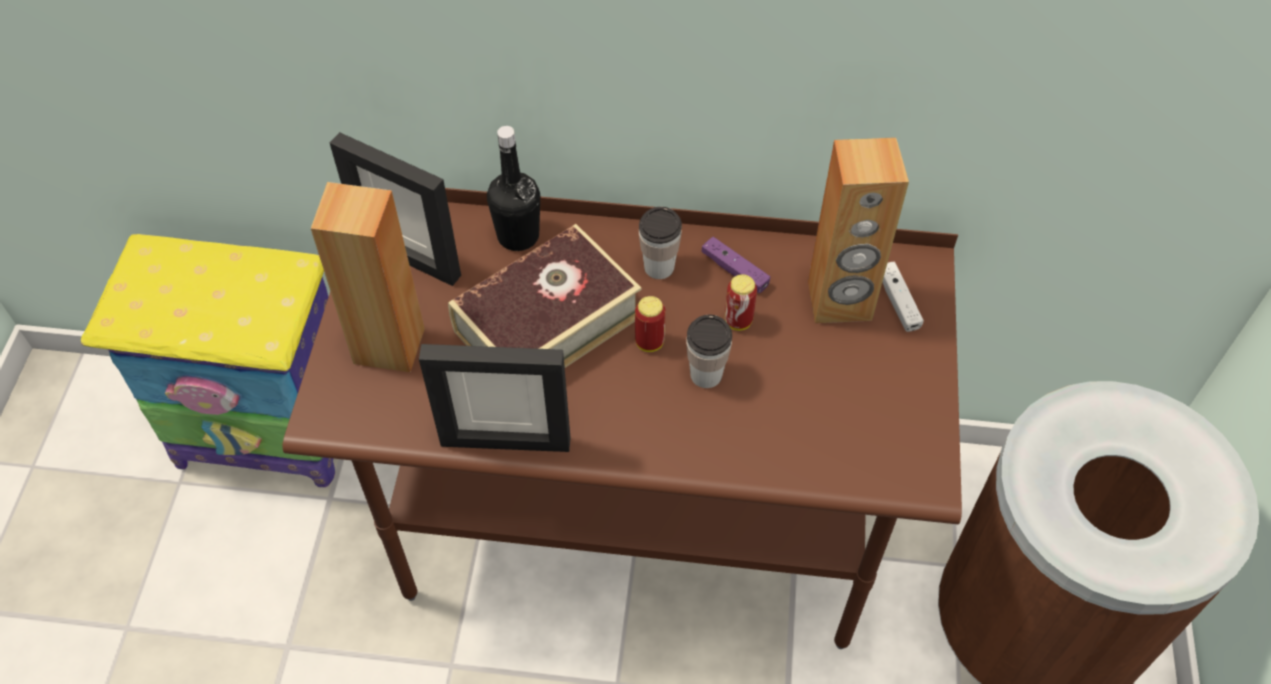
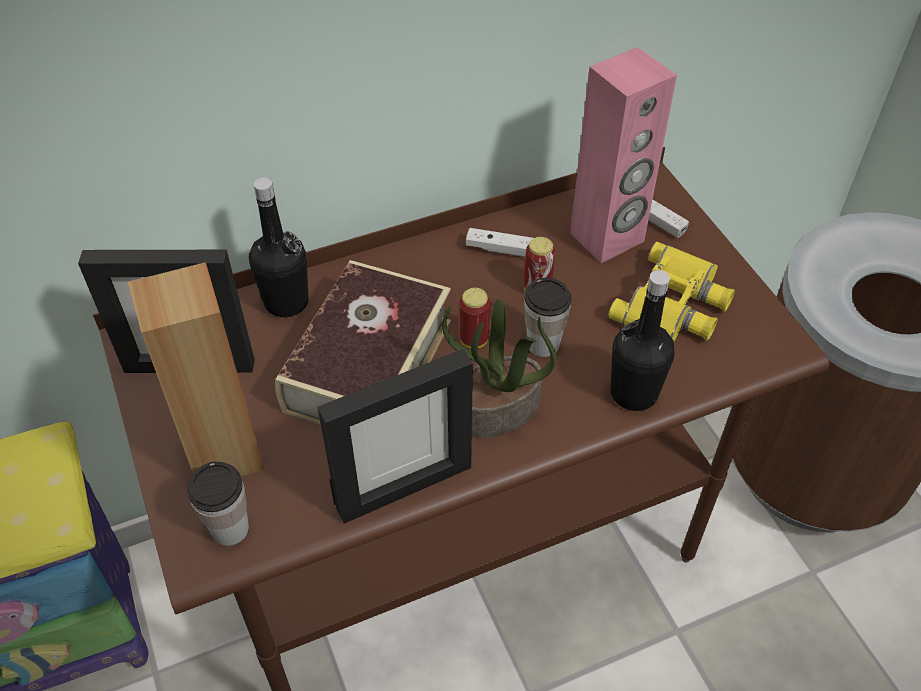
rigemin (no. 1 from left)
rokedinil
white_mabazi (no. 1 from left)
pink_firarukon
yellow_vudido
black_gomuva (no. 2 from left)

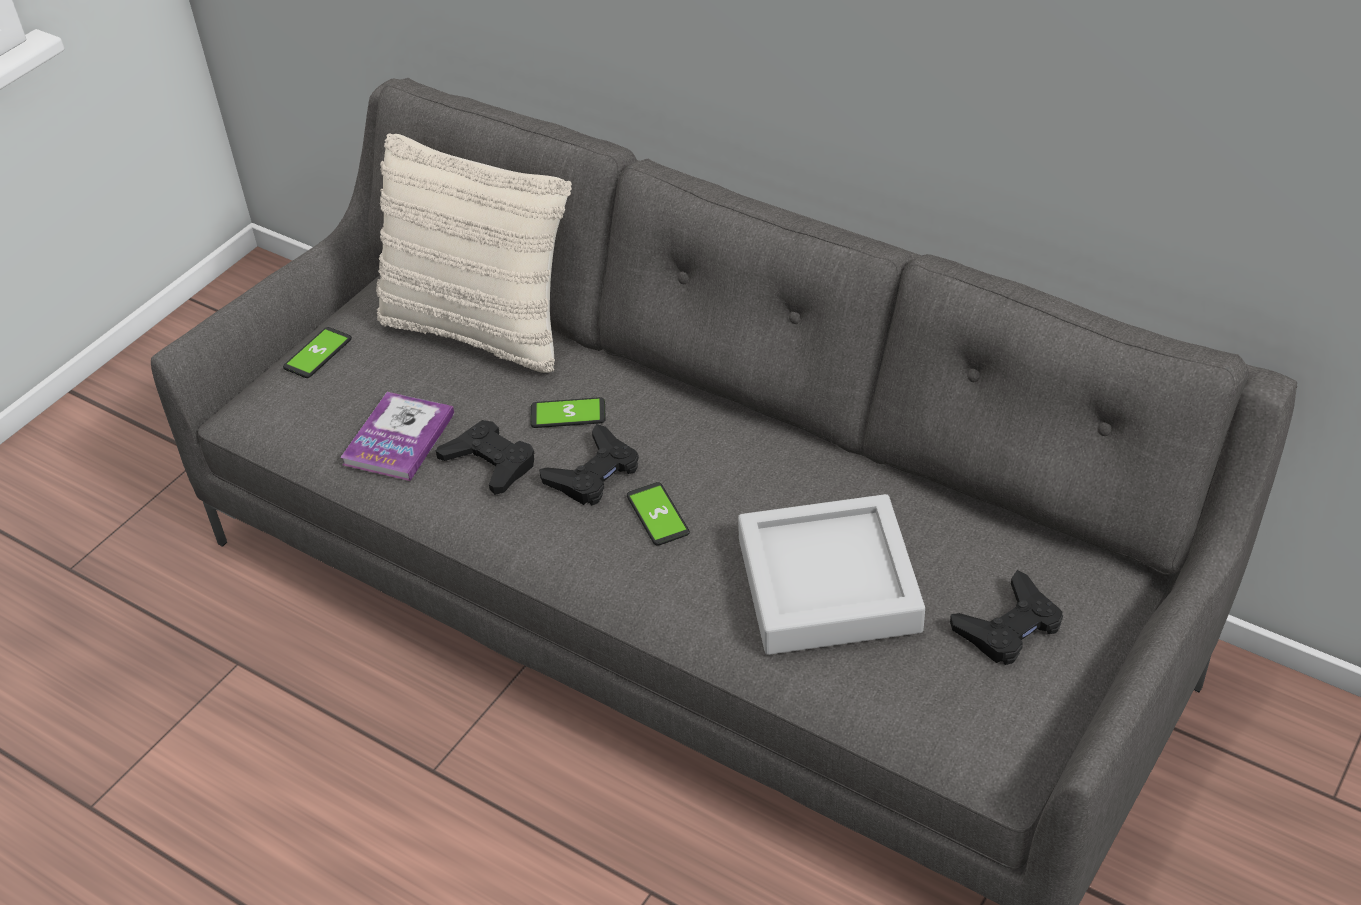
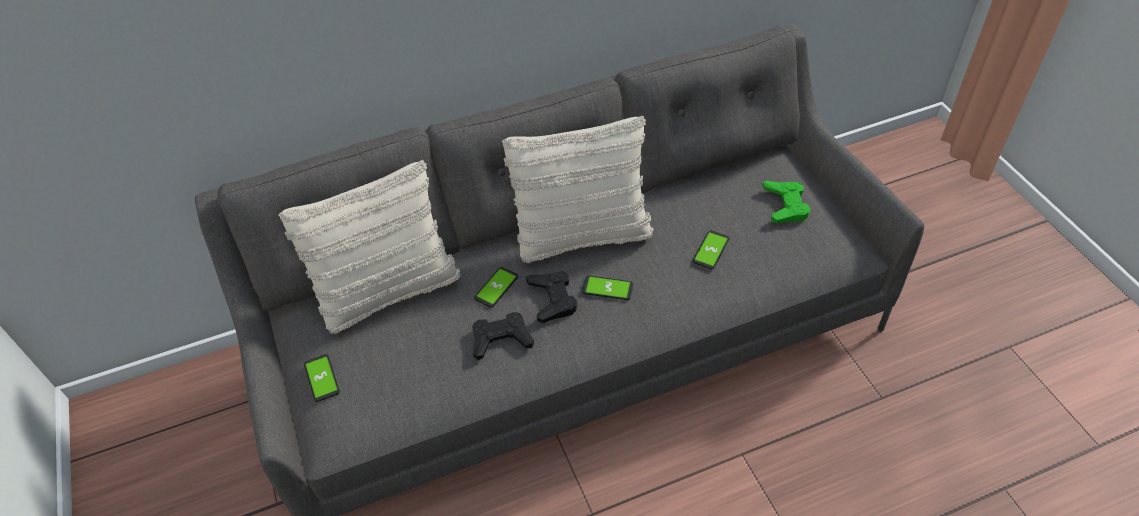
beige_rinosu (no. 2 from left)
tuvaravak (no. 4 from left)
green_mabazi
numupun

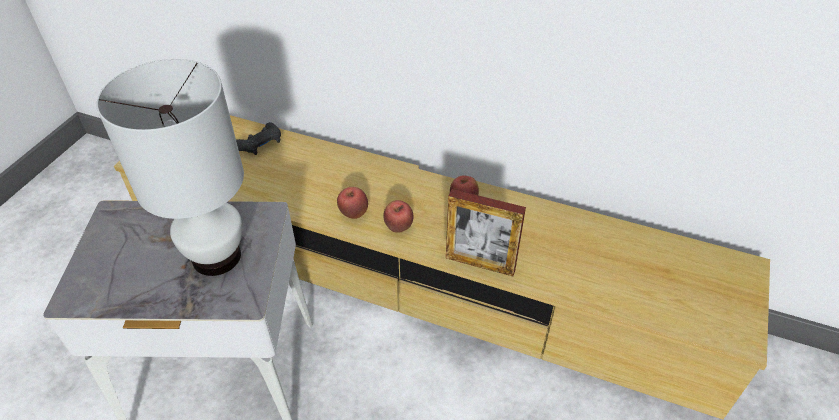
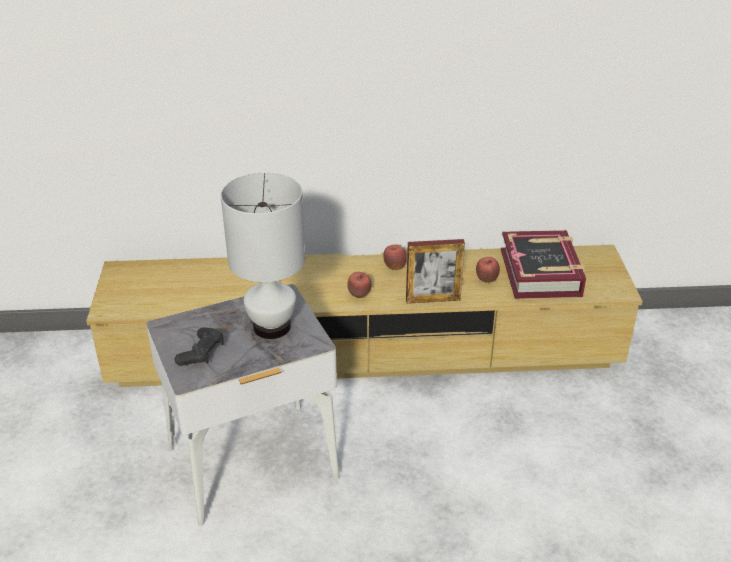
black_mabazi
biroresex (no. 3 from left)
numupun

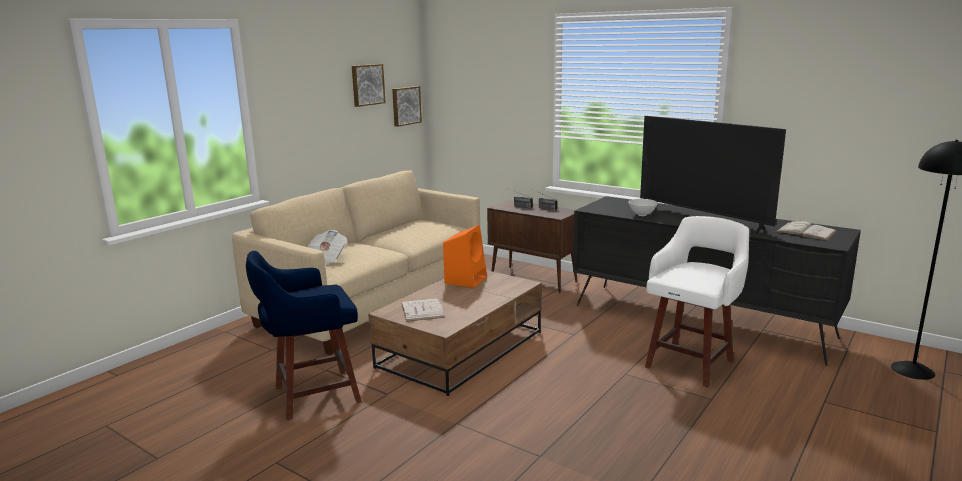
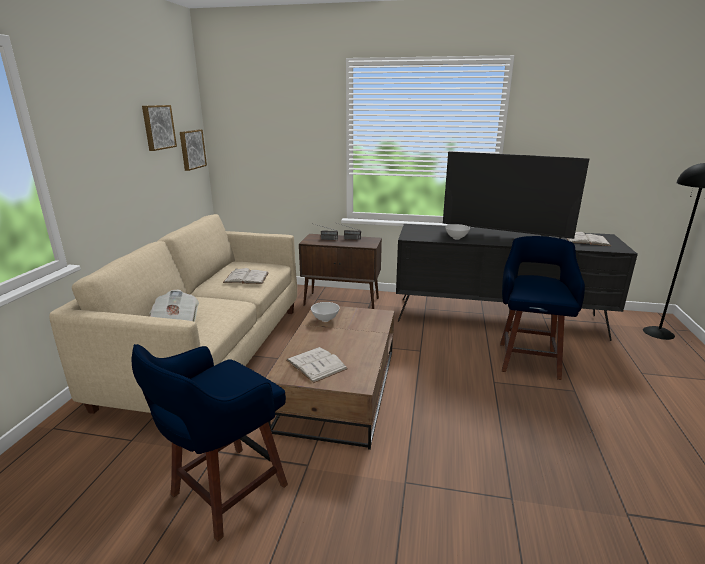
white_numupun (no. 1 from left)
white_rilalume (no. 1 from left)
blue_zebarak (no. 2 from left)

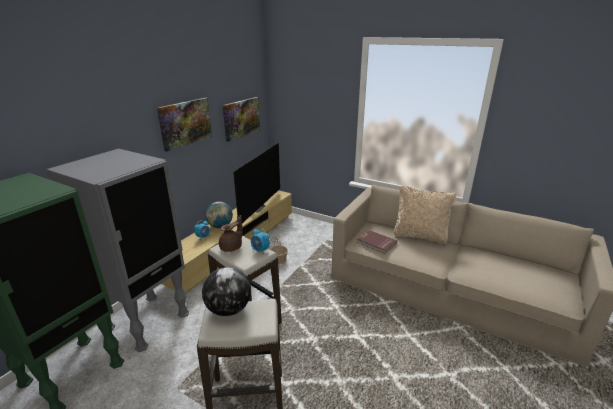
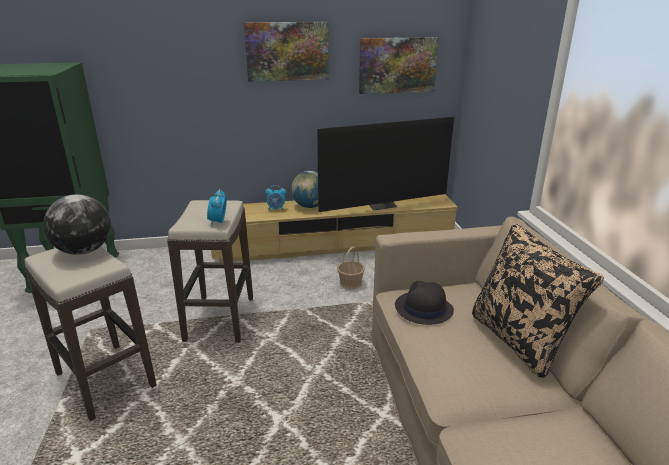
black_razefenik
black_rinosu
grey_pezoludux
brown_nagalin

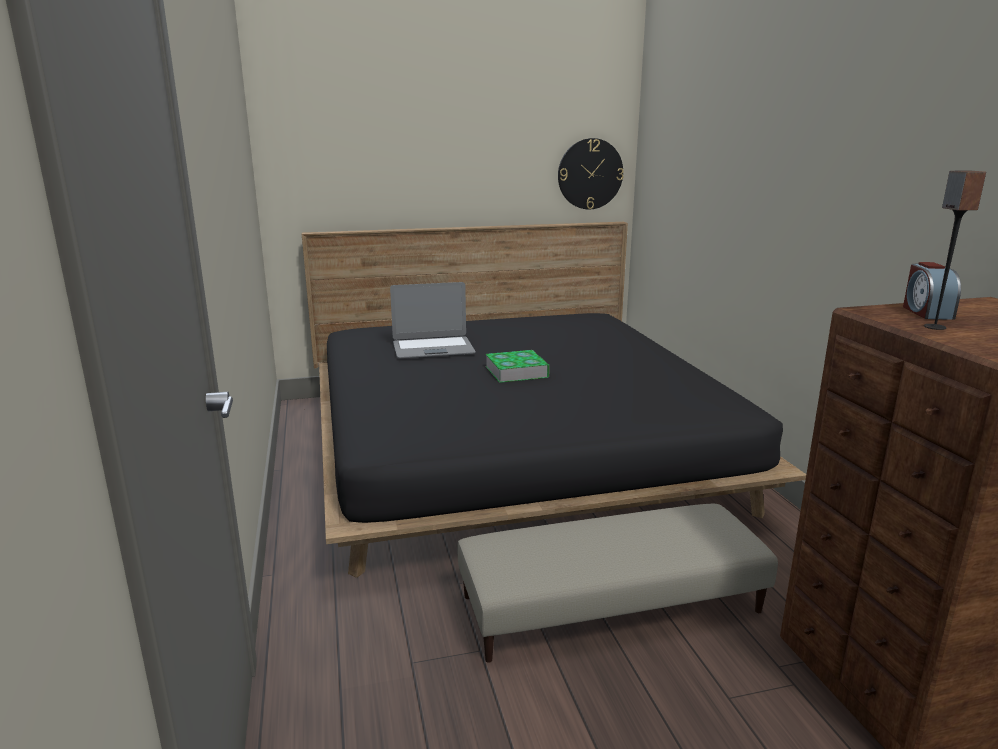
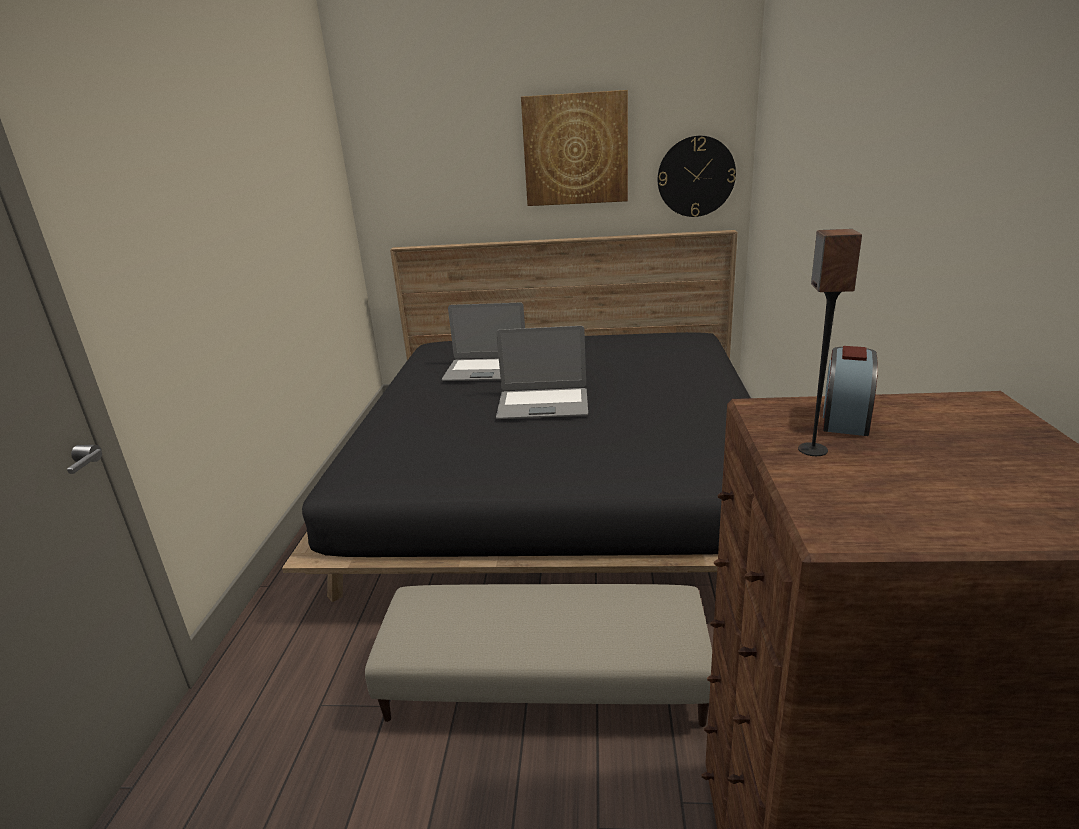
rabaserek (no. 2 from left)
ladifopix

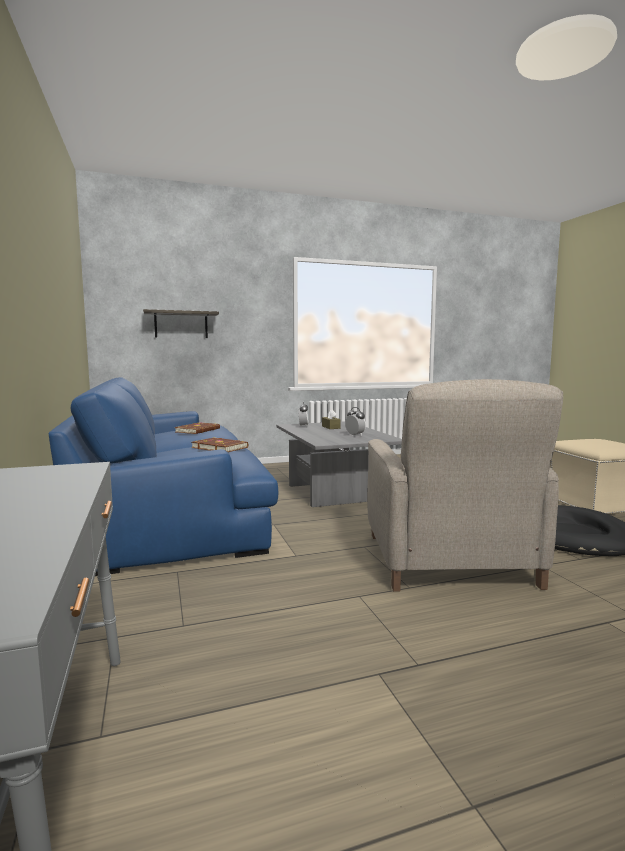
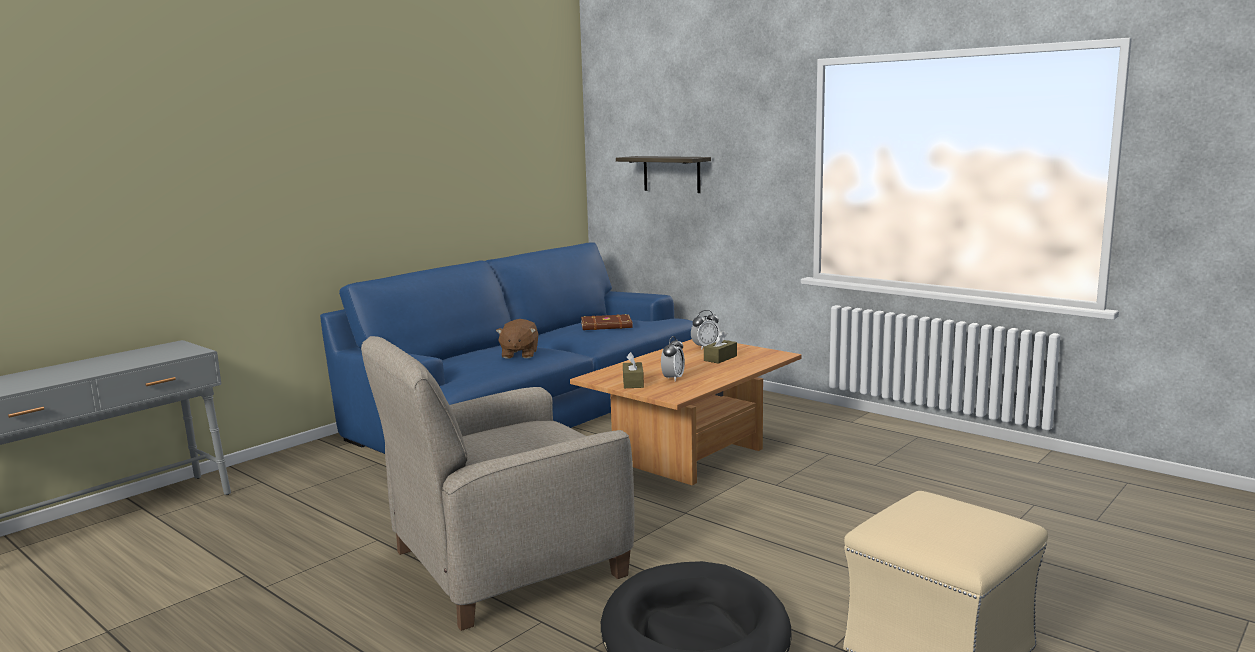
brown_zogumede
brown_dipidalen
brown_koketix (no. 1 from left)

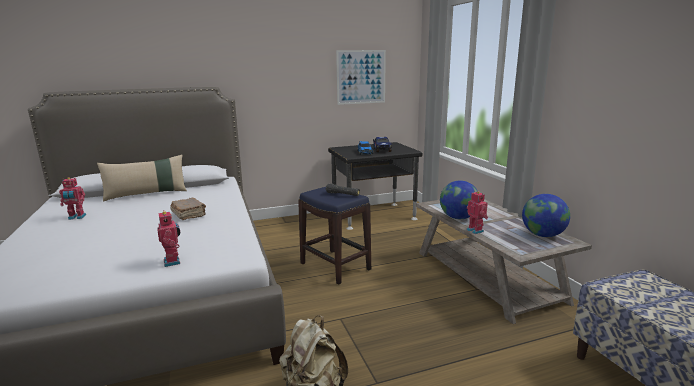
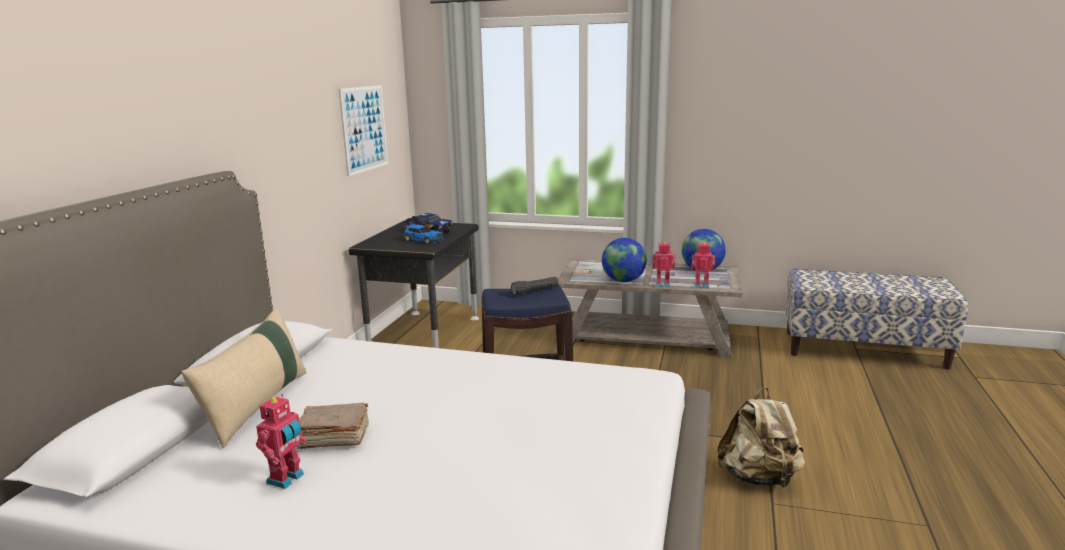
brown_numupun
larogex (no. 3 from left)

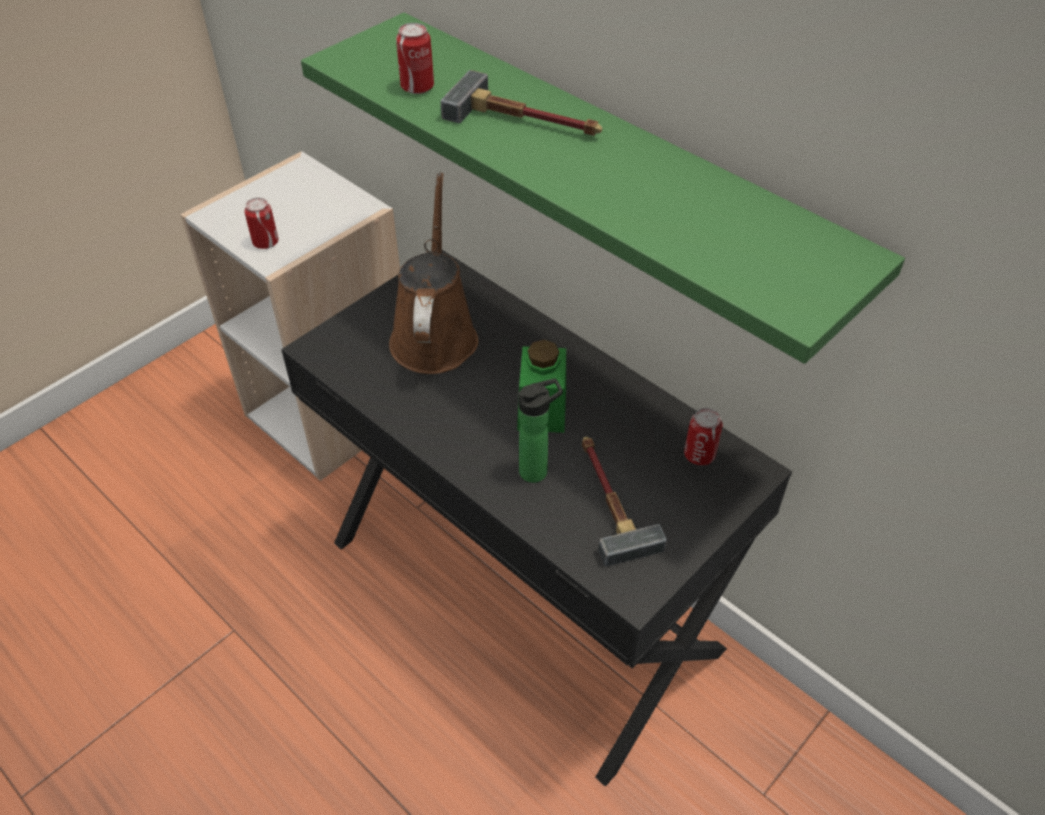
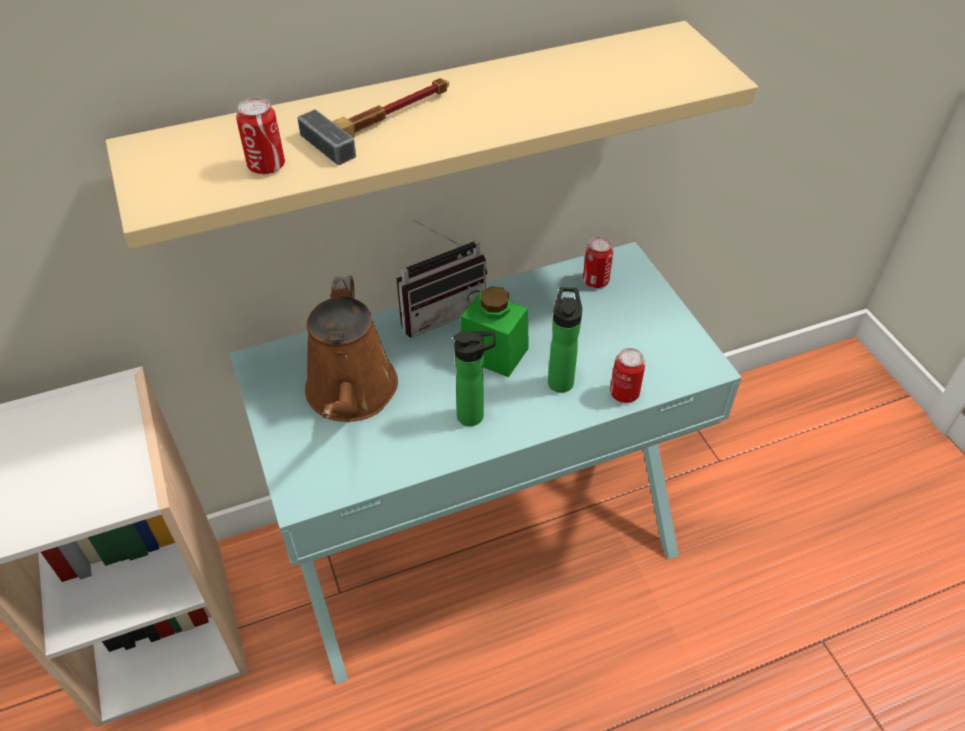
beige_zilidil
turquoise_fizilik
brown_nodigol
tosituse
gomuva (no. 1 from left)
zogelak (no. 3 from left)
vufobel (no. 2 from left in the first image)

